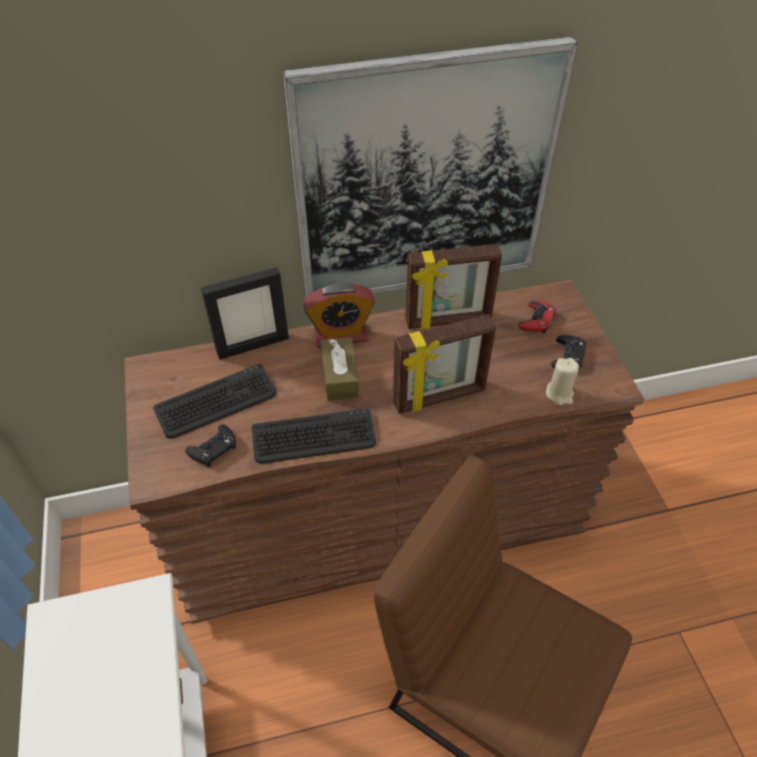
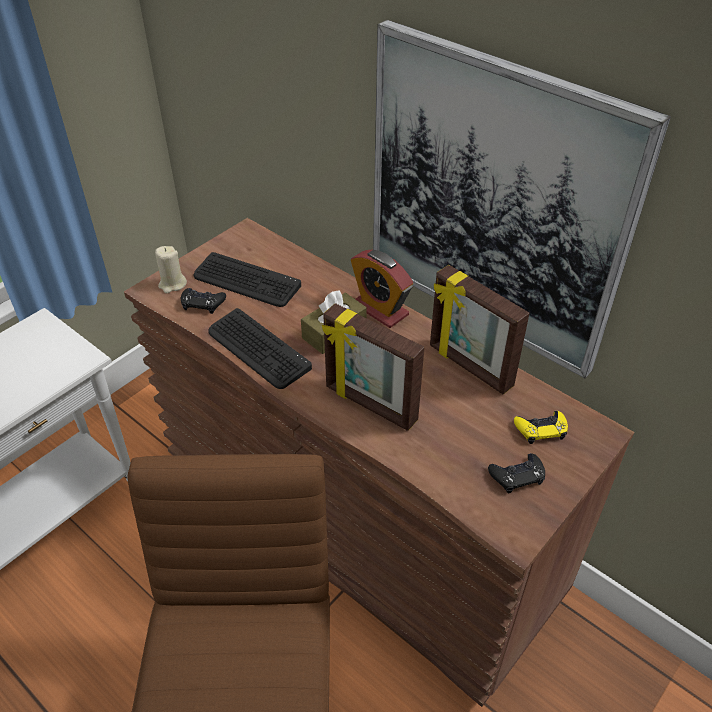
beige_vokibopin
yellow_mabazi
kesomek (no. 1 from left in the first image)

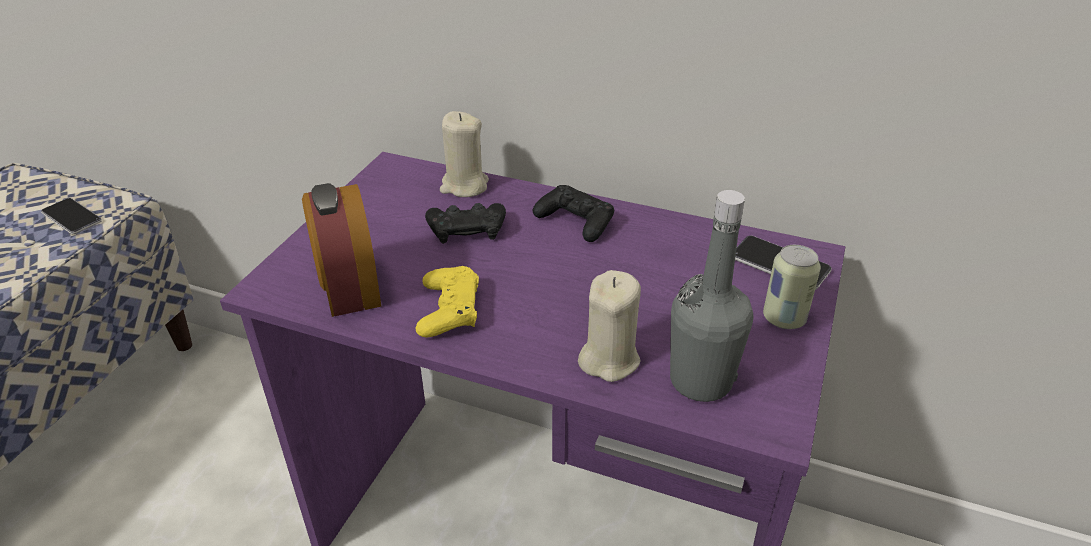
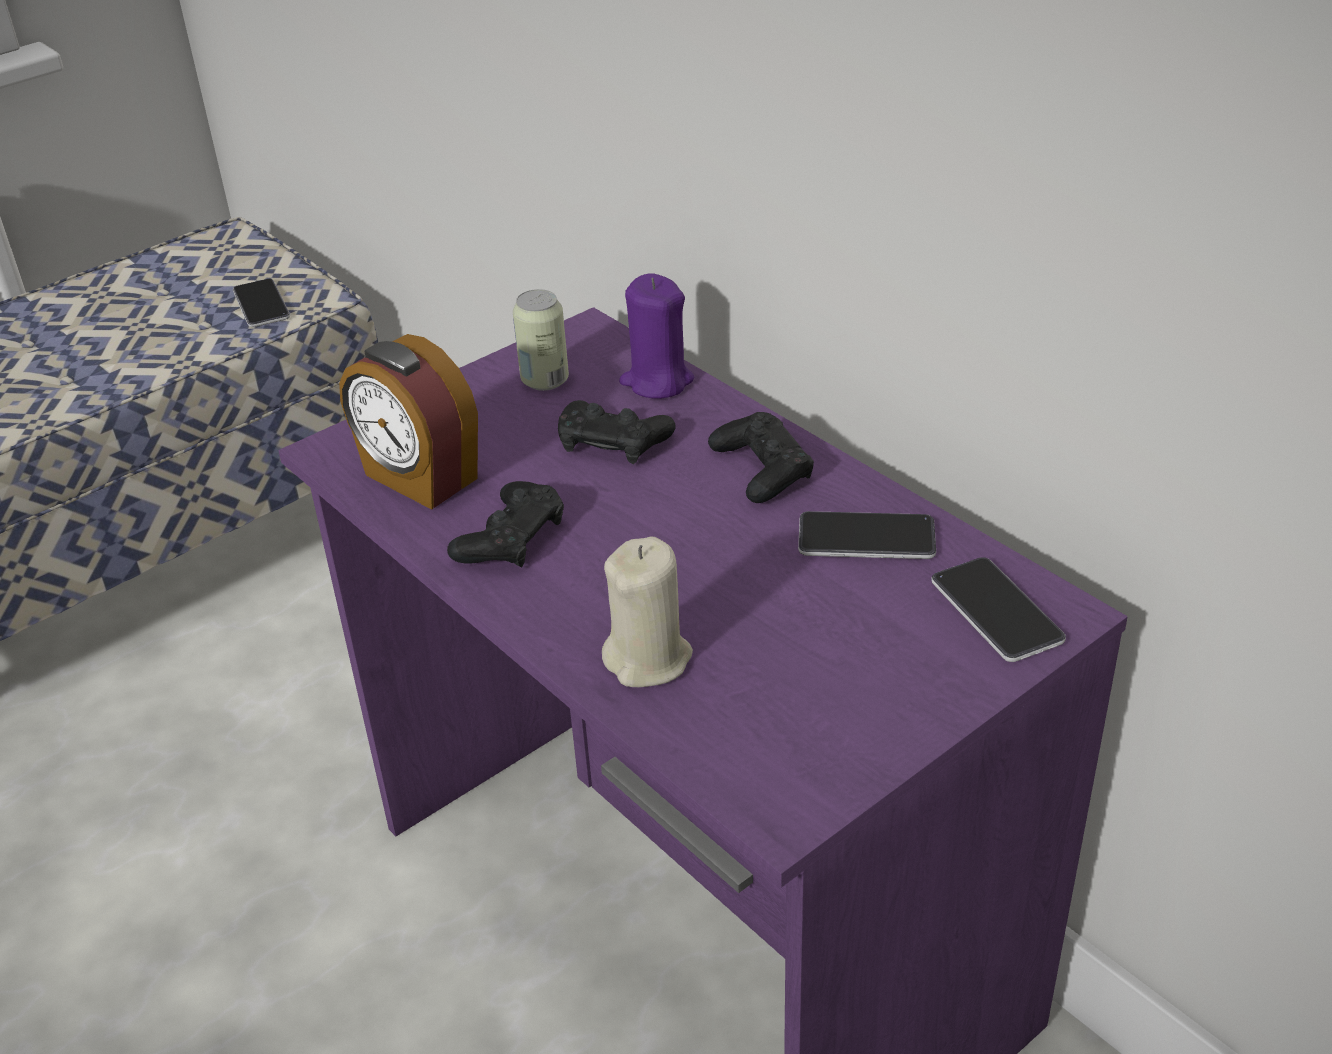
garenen
black_mabazi (no. 1 from left)
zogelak
purple_vokibopin
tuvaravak (no. 2 from left)
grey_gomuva

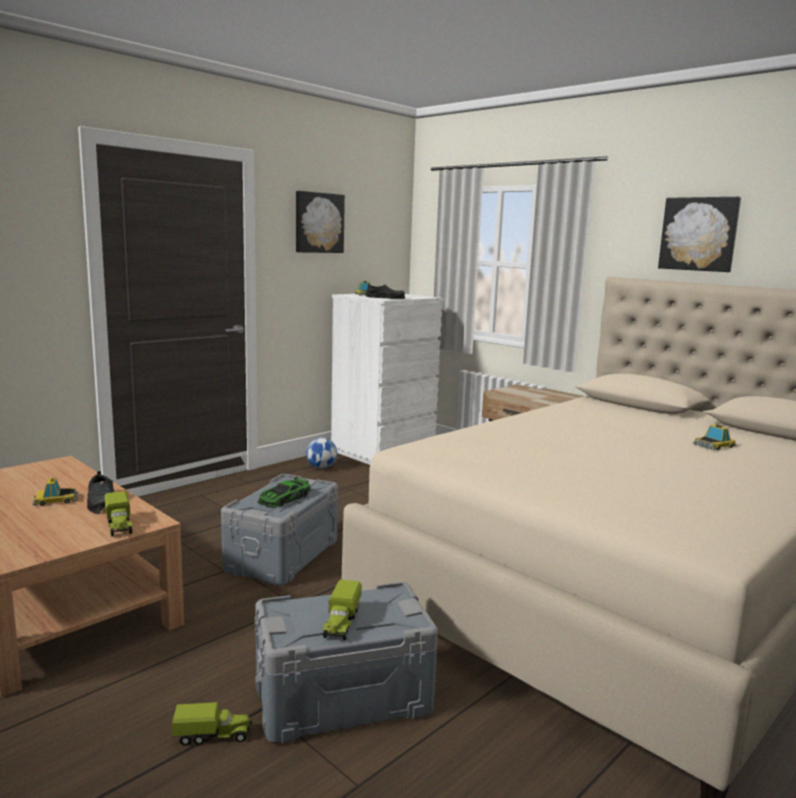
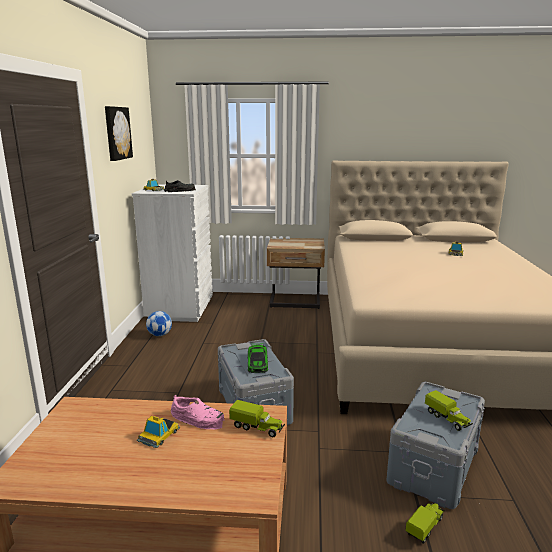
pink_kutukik
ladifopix (no. 2 from left in the first image)

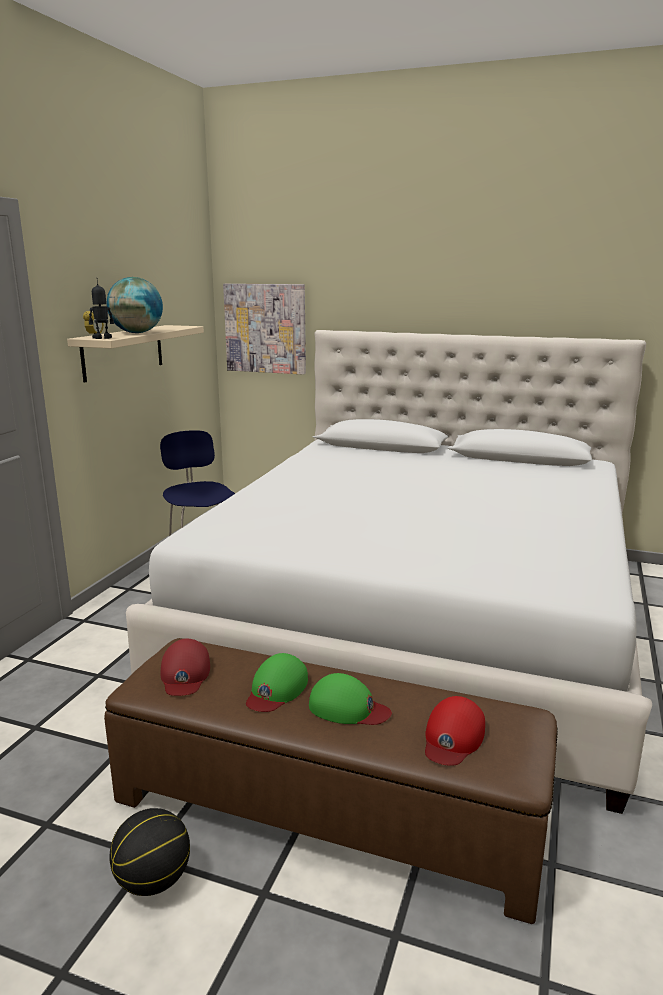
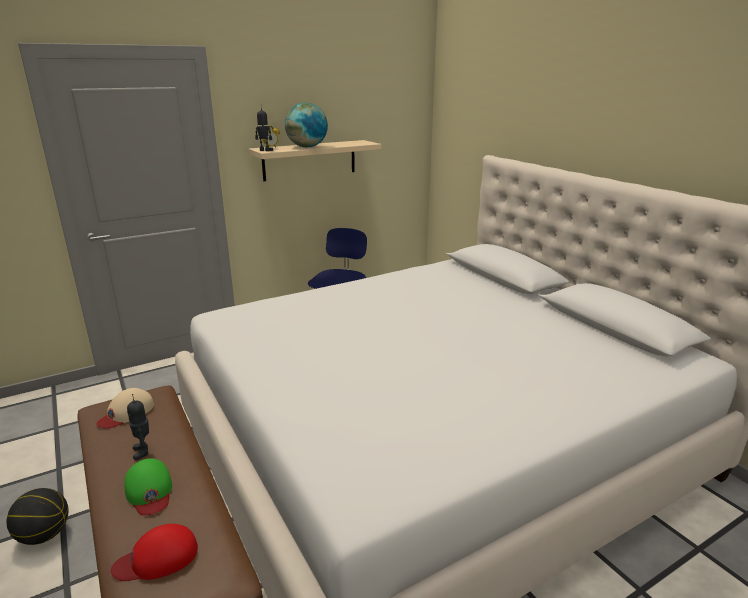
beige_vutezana
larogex (no. 1 from left)
ladifopix

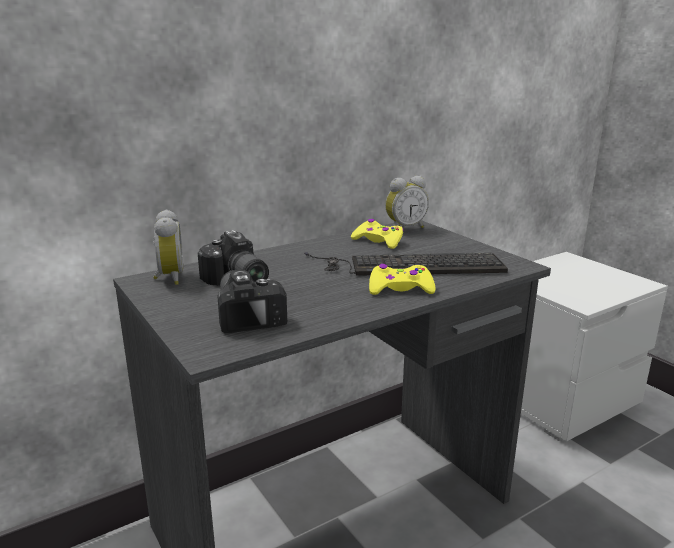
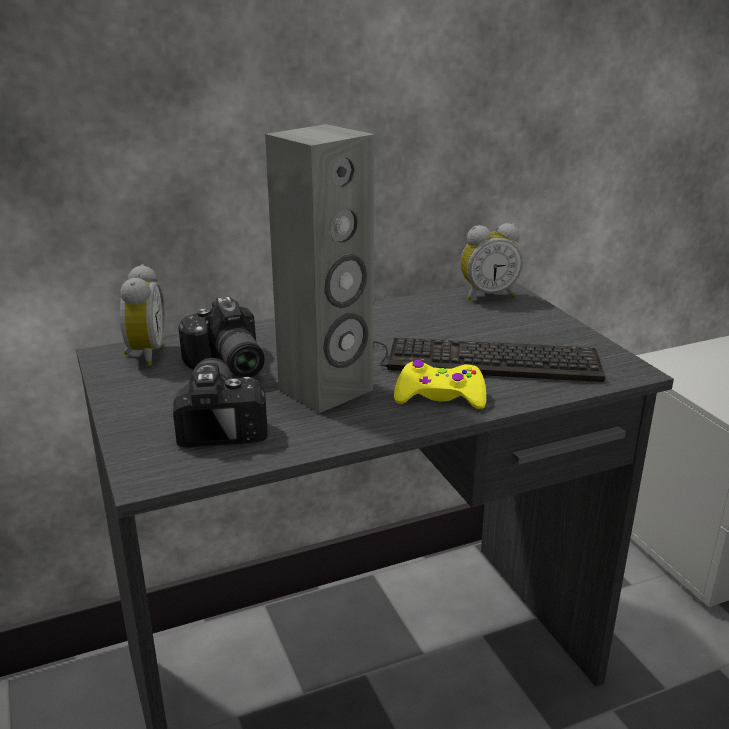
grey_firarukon
yellow_mabazi (no. 1 from left in the first image)

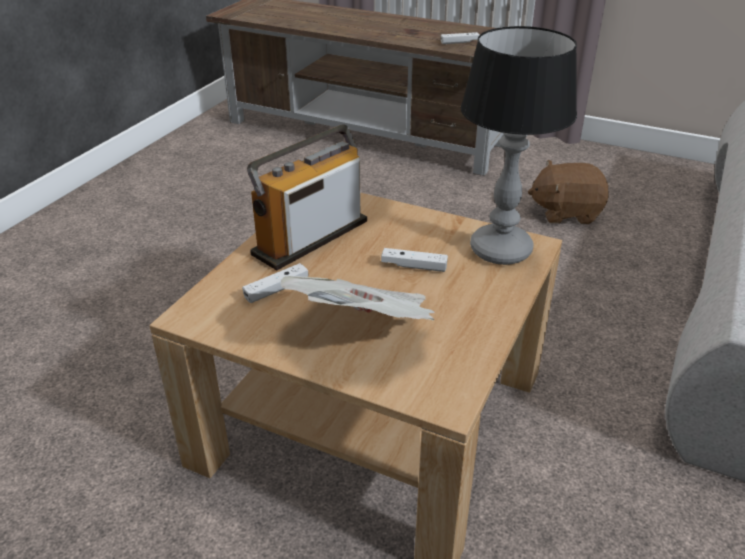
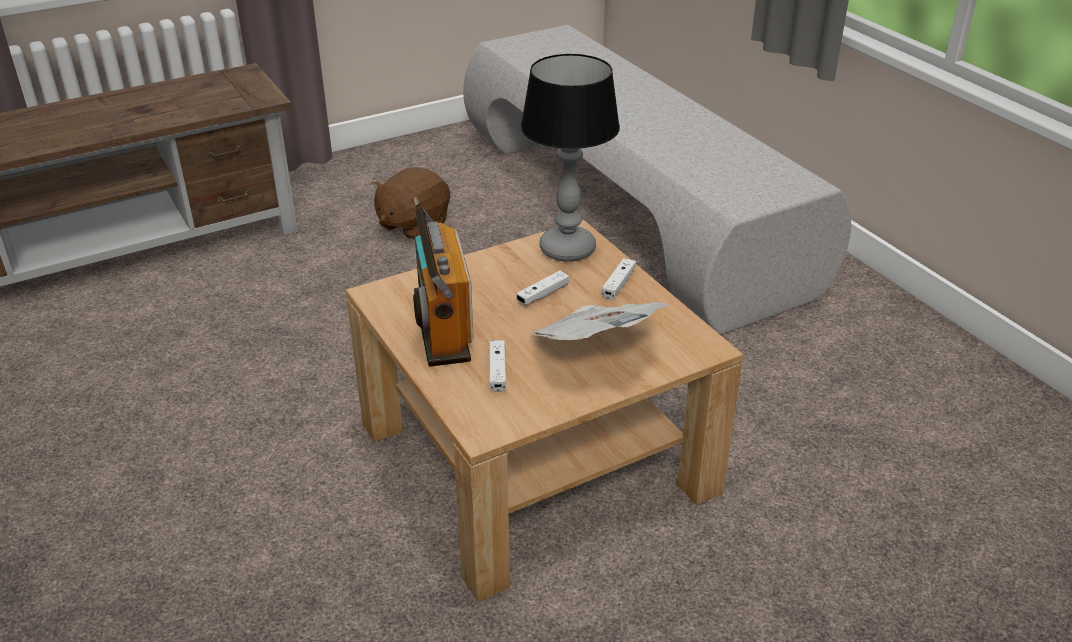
white_mabazi (no. 3 from left)

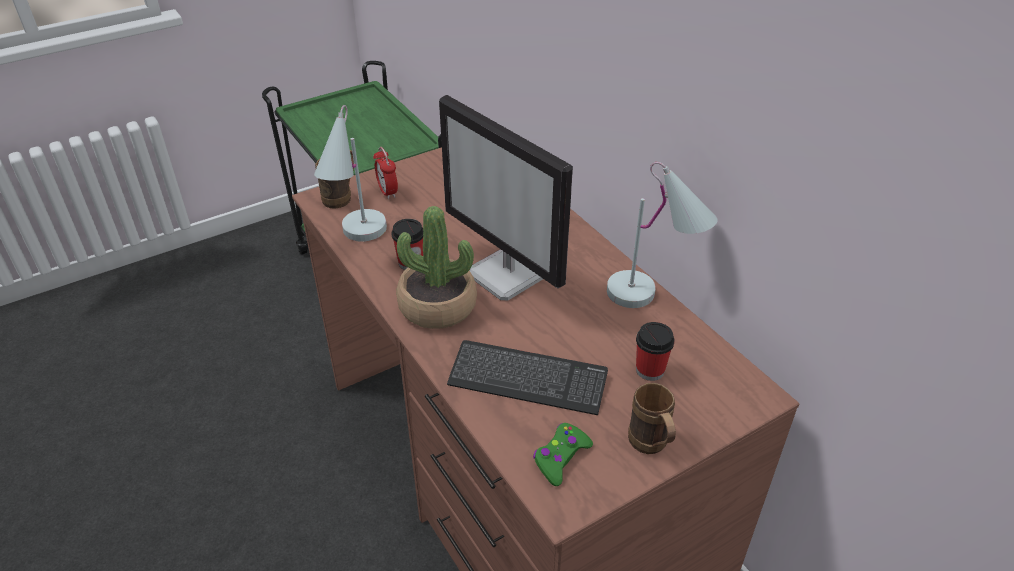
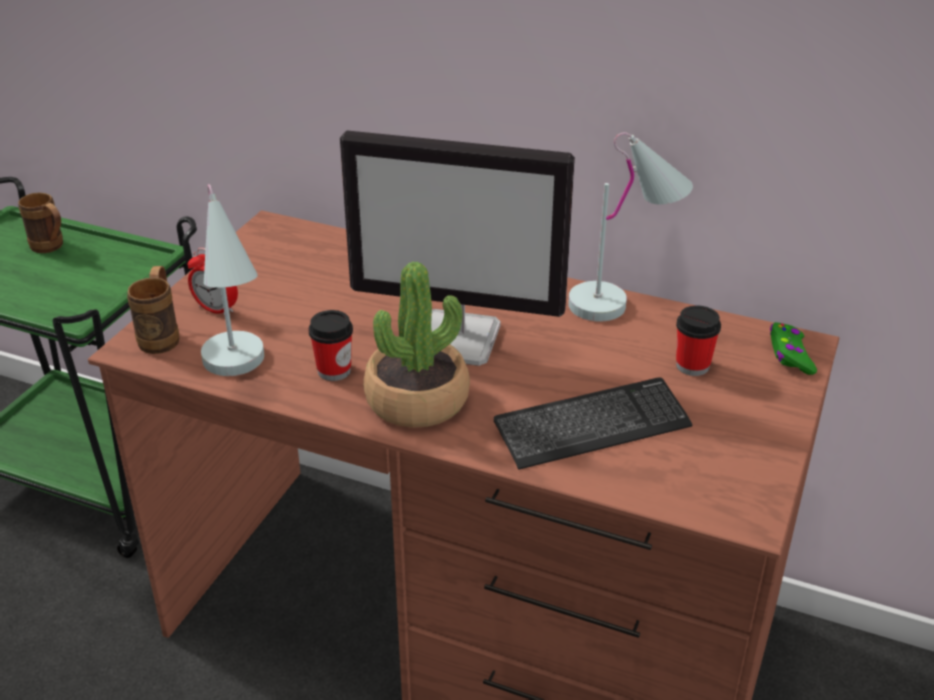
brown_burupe (no. 1 from left)
green_mabazi

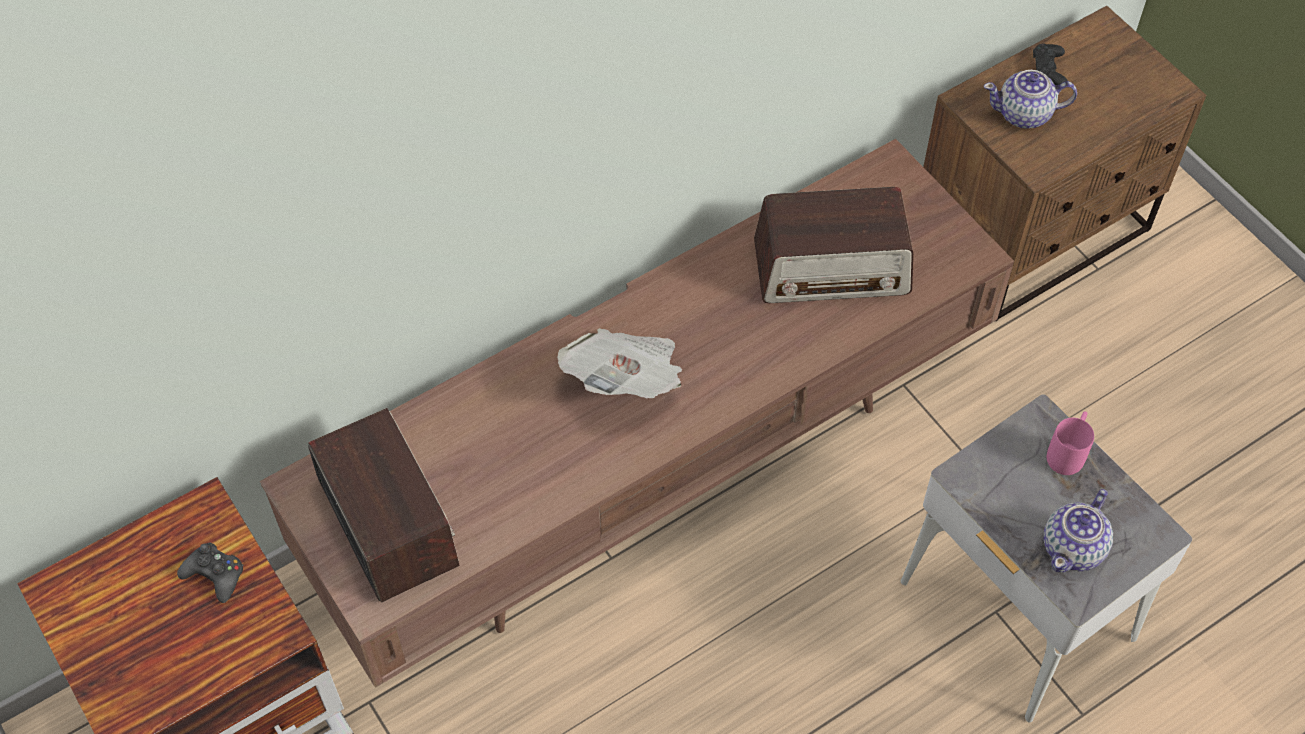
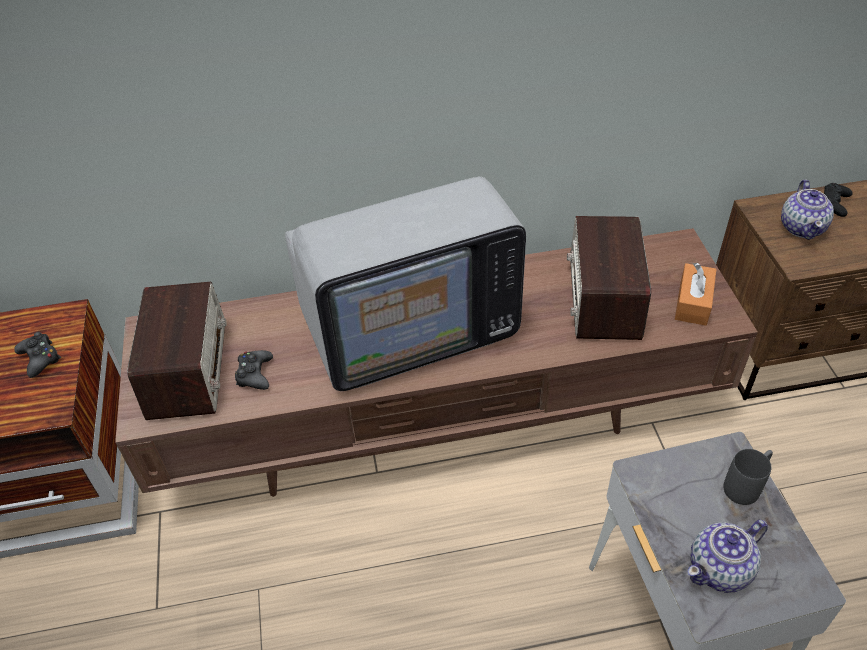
black_mabazi (no. 2 from left)
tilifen
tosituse (no. 2 from left)
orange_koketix
grey_burupe
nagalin (no. 2 from left)

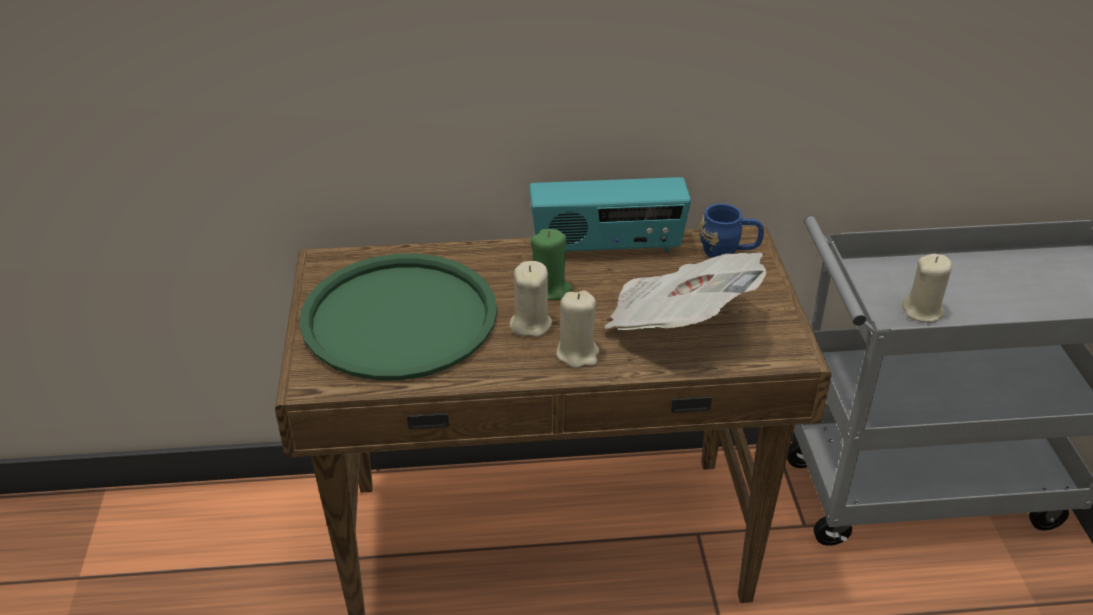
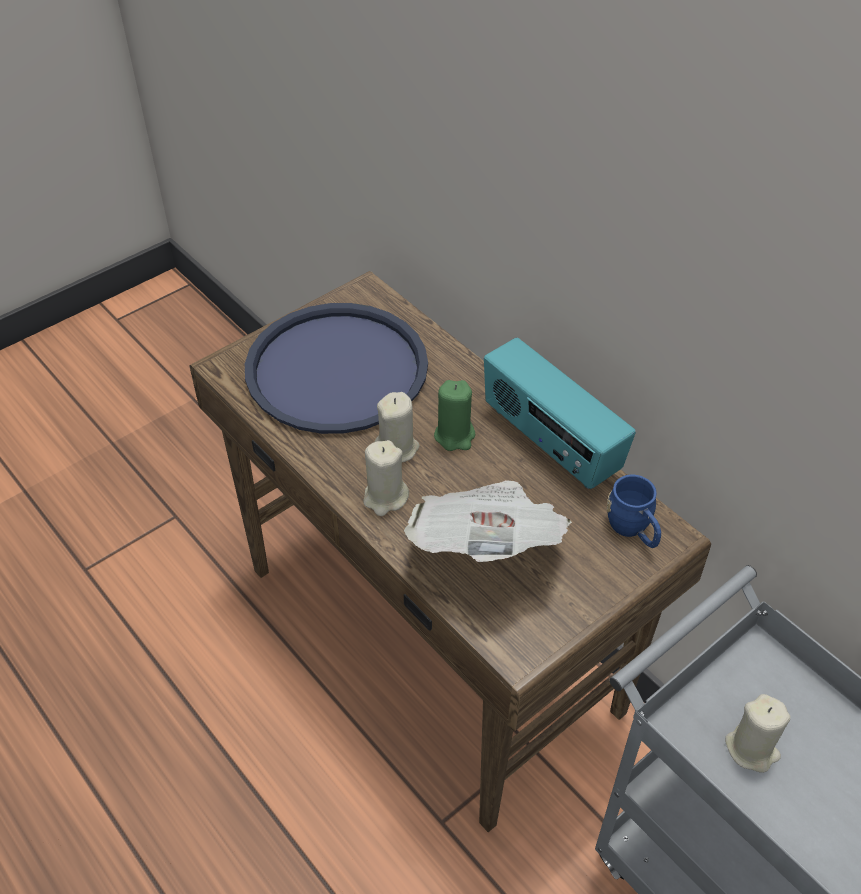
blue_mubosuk

